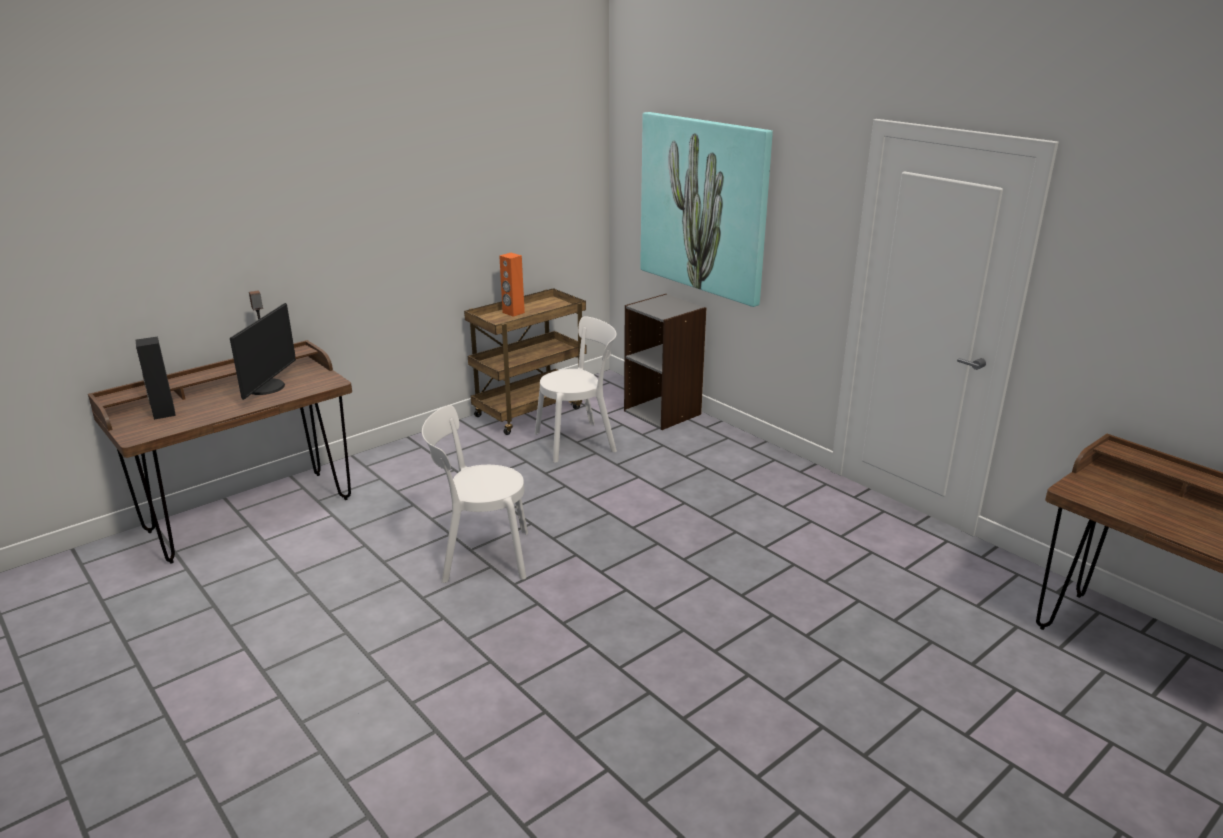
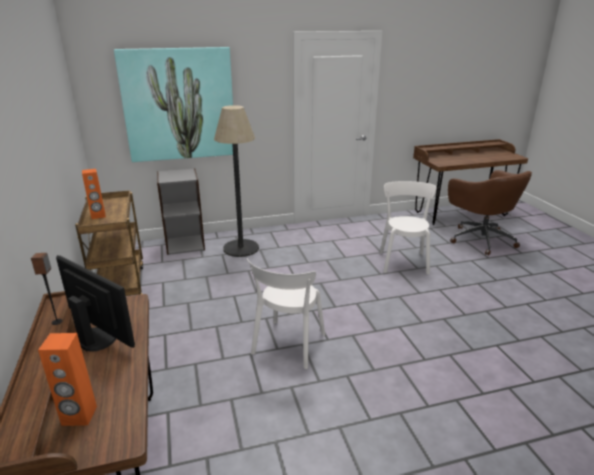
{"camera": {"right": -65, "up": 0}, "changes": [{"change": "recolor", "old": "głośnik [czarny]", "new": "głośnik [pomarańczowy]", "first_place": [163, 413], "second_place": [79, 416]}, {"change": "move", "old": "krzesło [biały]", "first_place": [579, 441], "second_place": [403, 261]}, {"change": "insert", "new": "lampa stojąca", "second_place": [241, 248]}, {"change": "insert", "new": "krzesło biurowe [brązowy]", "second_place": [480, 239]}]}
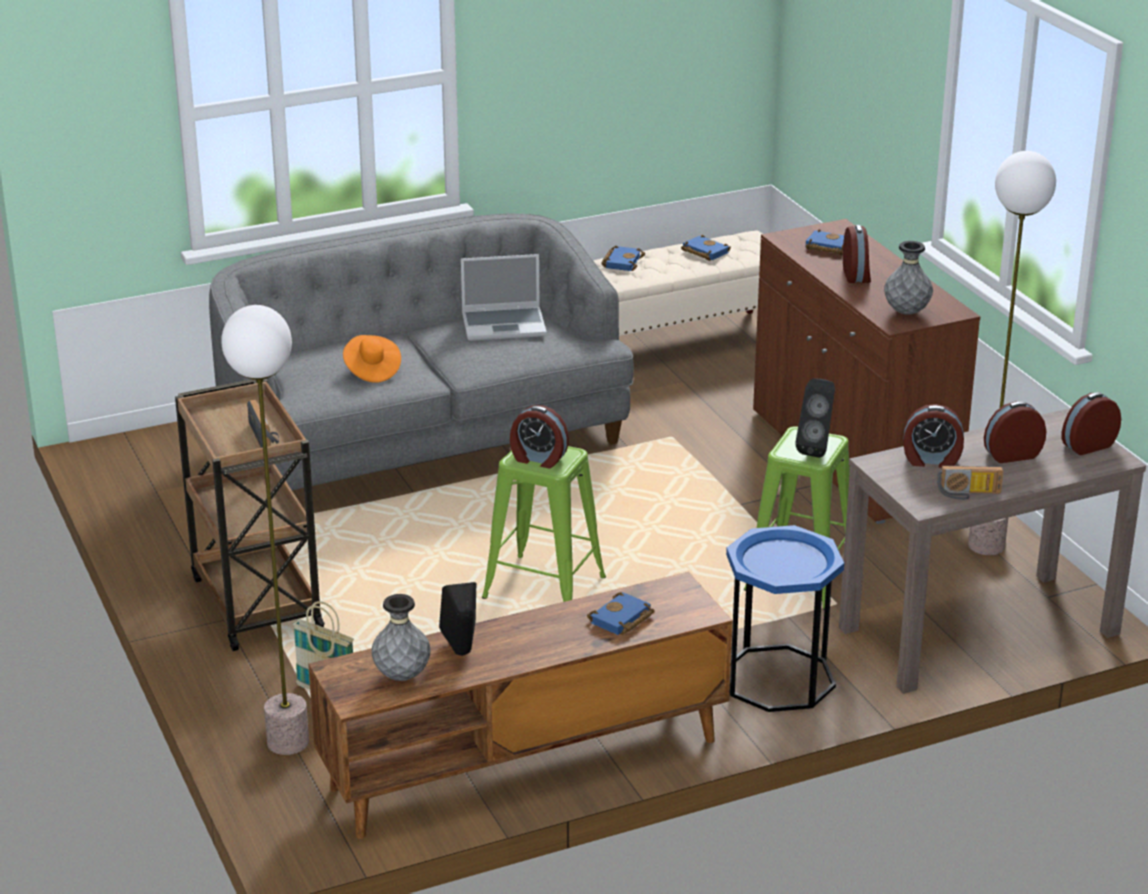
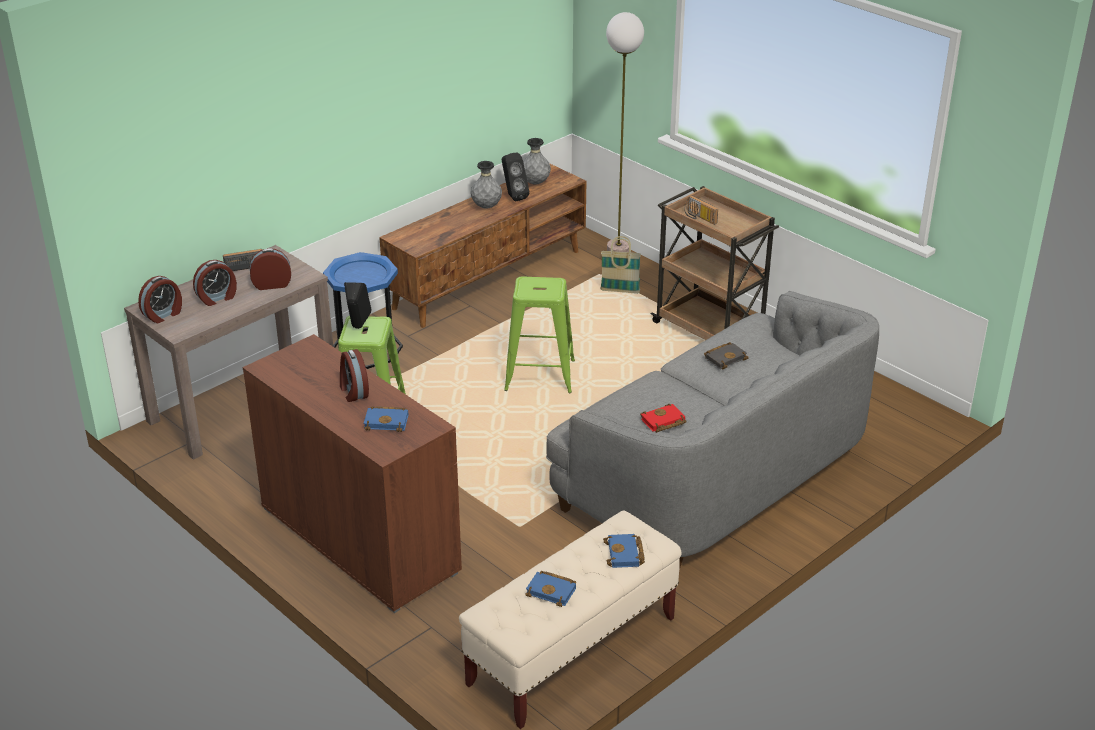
{"camera": {"right": 160, "up": 5}, "changes": [{"change": "replace", "old": "kapelusz [pomarańczowy]", "new": "książka [czarny]", "first_place": [371, 370], "second_place": [725, 358]}, {"change": "replace", "old": "laptop", "new": "książka [czerwony]", "first_place": [505, 325], "second_place": [662, 422]}, {"change": "delete", "old": "budzik", "first_place": [538, 459]}, {"change": "delete", "old": "książka [niebieski]", "first_place": [621, 620]}, {"change": "move", "old": "wazon [szary]", "first_place": [906, 312], "second_place": [486, 207]}, {"change": "delete", "old": "lampa stojąca", "first_place": [985, 545]}]}
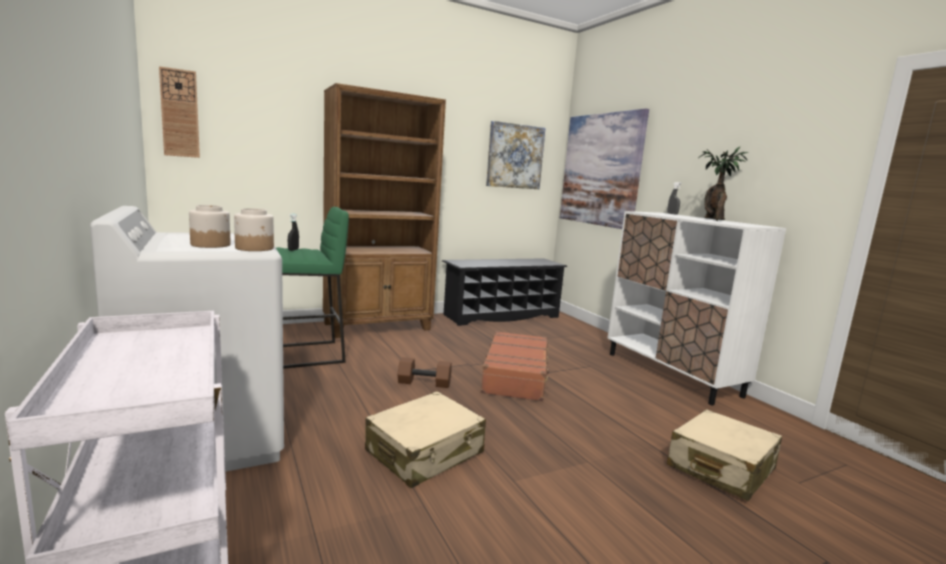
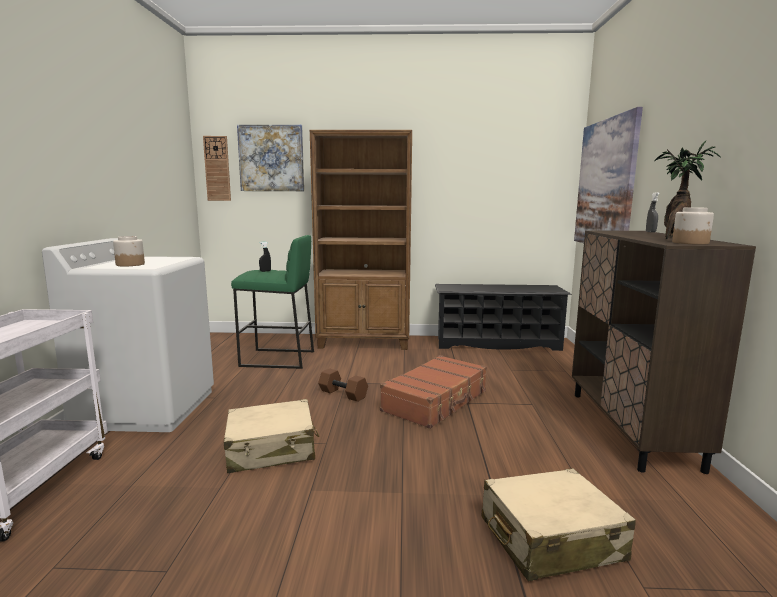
{"camera": {"right": 30, "up": 0}, "changes": [{"change": "move", "old": "słoik", "first_place": [255, 248], "second_place": [690, 243]}, {"change": "move", "old": "obraz", "first_place": [515, 156], "second_place": [271, 158]}, {"change": "recolor", "old": "szafka [biały]", "new": "szafka [brązowy]", "first_place": [671, 374], "second_place": [631, 428]}]}
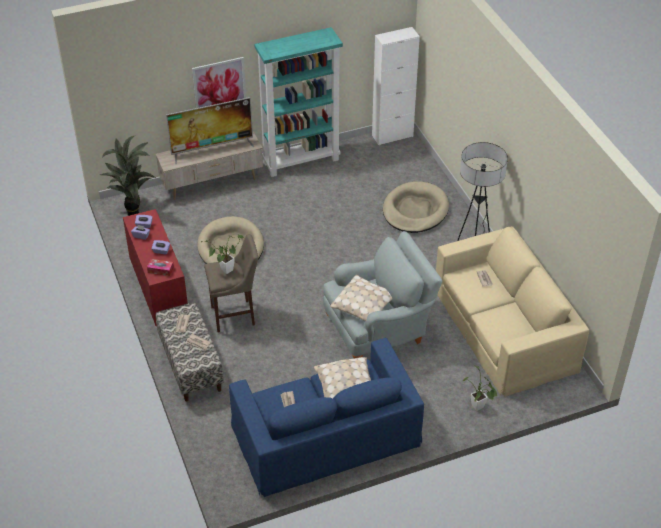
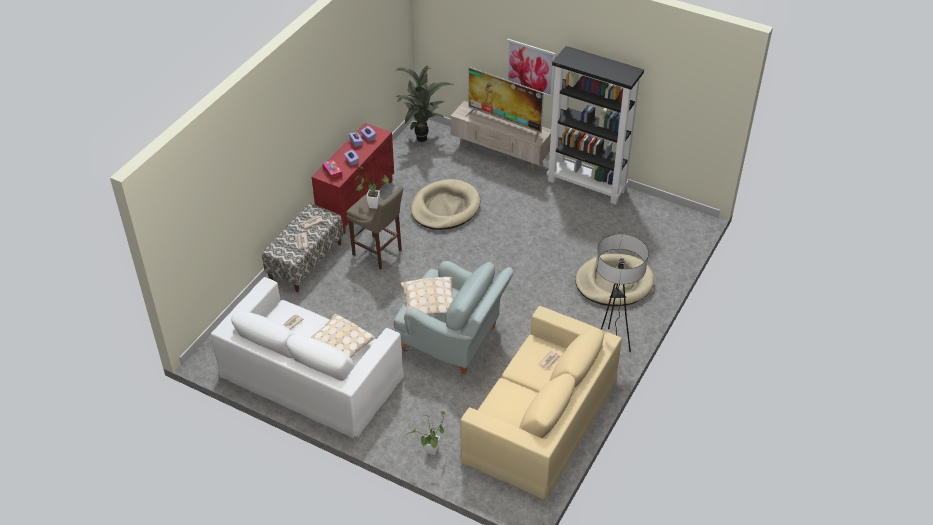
{"camera": {"right": 50, "up": 0}, "changes": [{"change": "recolor", "old": "kanapa [niebieski]", "new": "kanapa [biały]", "first_place": [325, 435], "second_place": [311, 375]}, {"change": "recolor", "old": "regał [turkusowy]", "new": "regał [czarny]", "first_place": [301, 161], "second_place": [587, 185]}, {"change": "delete", "old": "szafka [biały]", "first_place": [392, 136]}]}
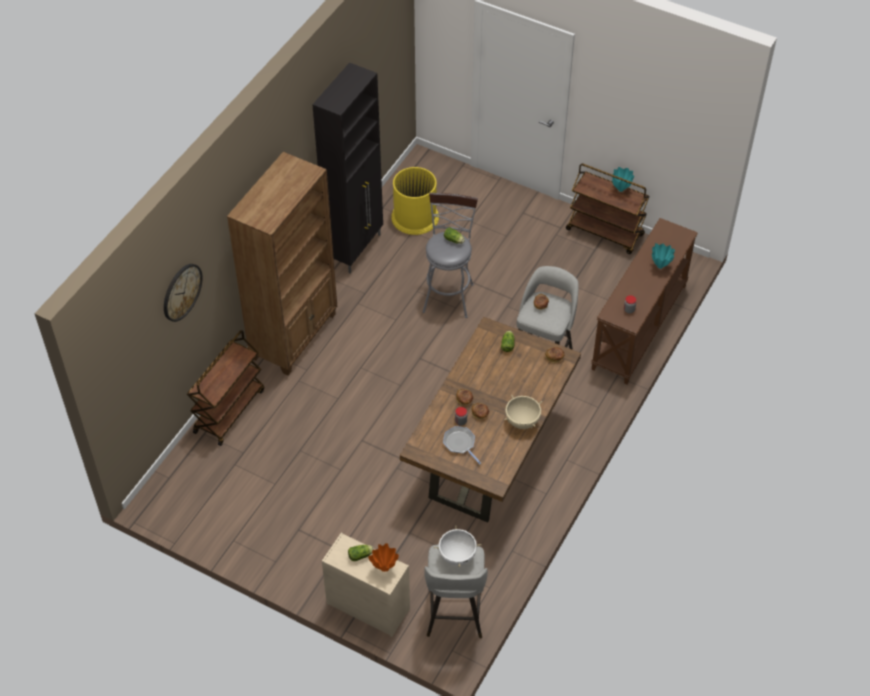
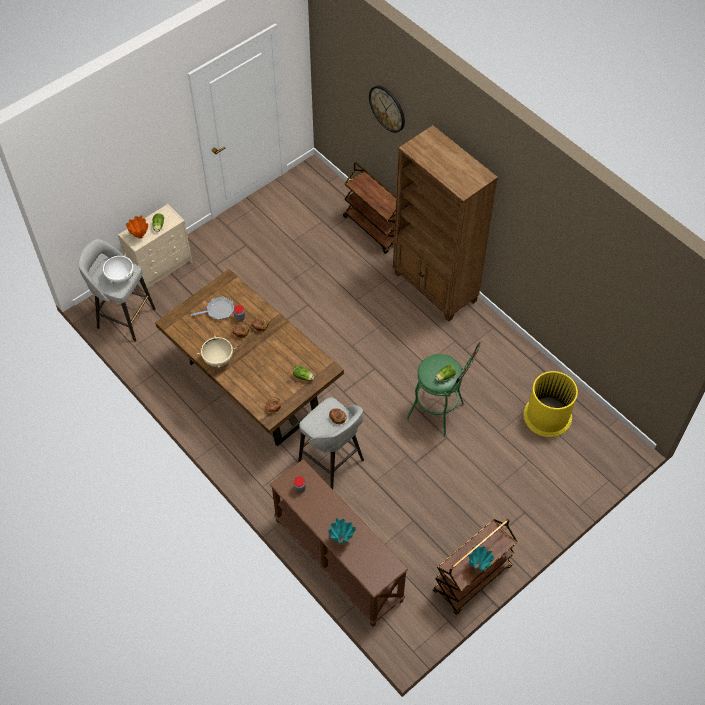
{"camera": {"right": 110, "up": 5}, "changes": [{"change": "delete", "old": "szafka [czarny]", "first_place": [355, 249]}, {"change": "recolor", "old": "stołek [szary]", "new": "stołek [zielony]", "first_place": [448, 294], "second_place": [440, 413]}]}
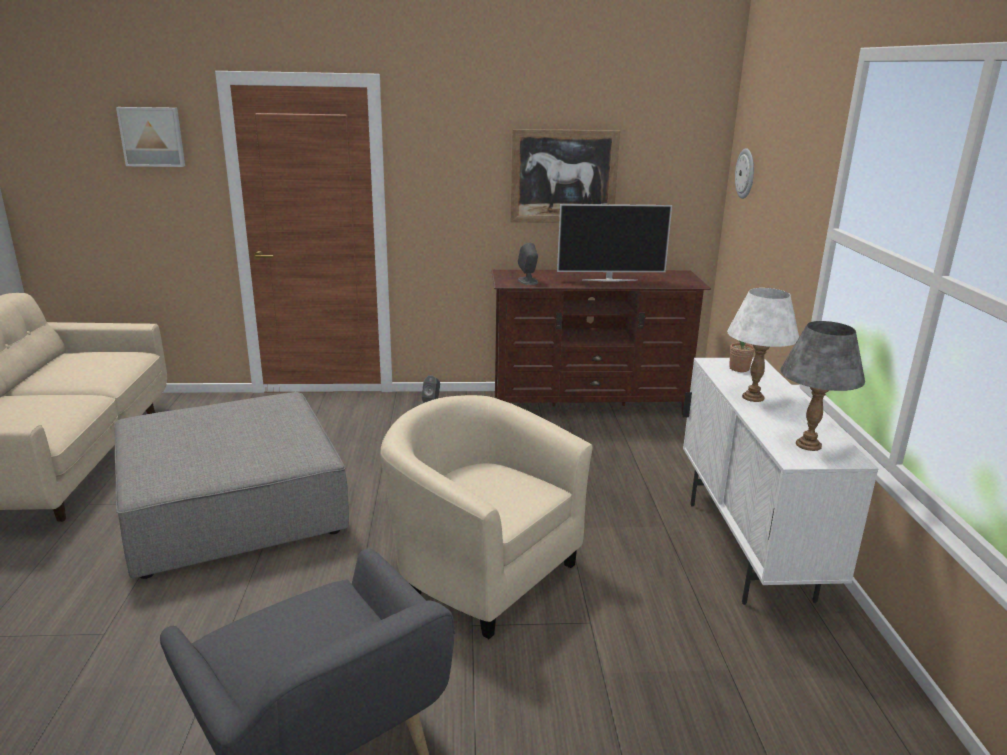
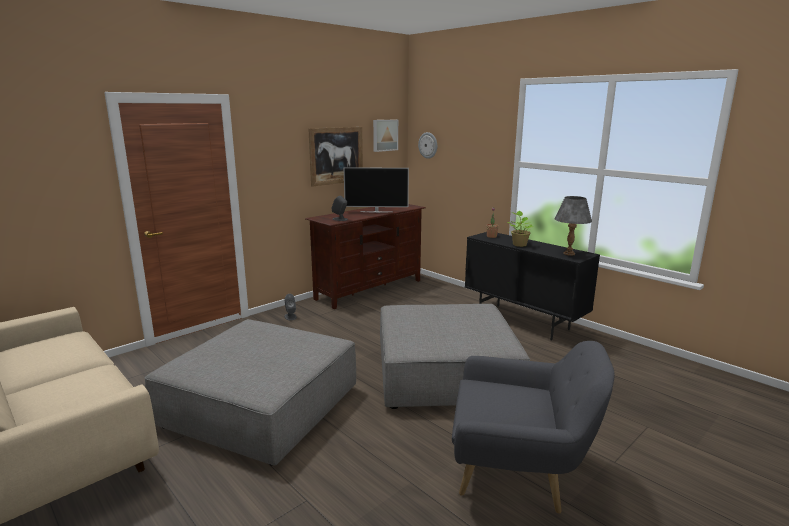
{"camera": {"right": -40, "up": -5}, "changes": [{"change": "move", "old": "obraz", "first_place": [152, 136], "second_place": [384, 135]}, {"change": "replace", "old": "fotel [beżowy]", "new": "pufa [szary]", "first_place": [480, 571], "second_place": [445, 373]}, {"change": "rotate", "old": "telewizor", "first_place": [609, 280], "second_place": [376, 212], "degrees": 45}, {"change": "recolor", "old": "szafka [biały]", "new": "szafka [czarny]", "first_place": [747, 549], "second_place": [523, 322]}, {"change": "replace", "old": "lampa stołowa [biały]", "new": "roślina doniczkowa", "first_place": [752, 397], "second_place": [519, 244]}]}
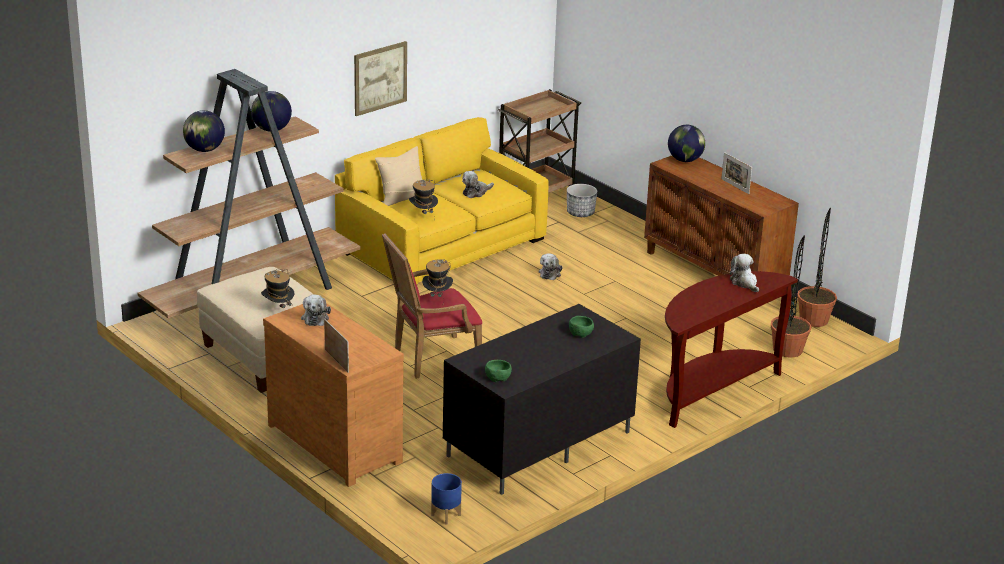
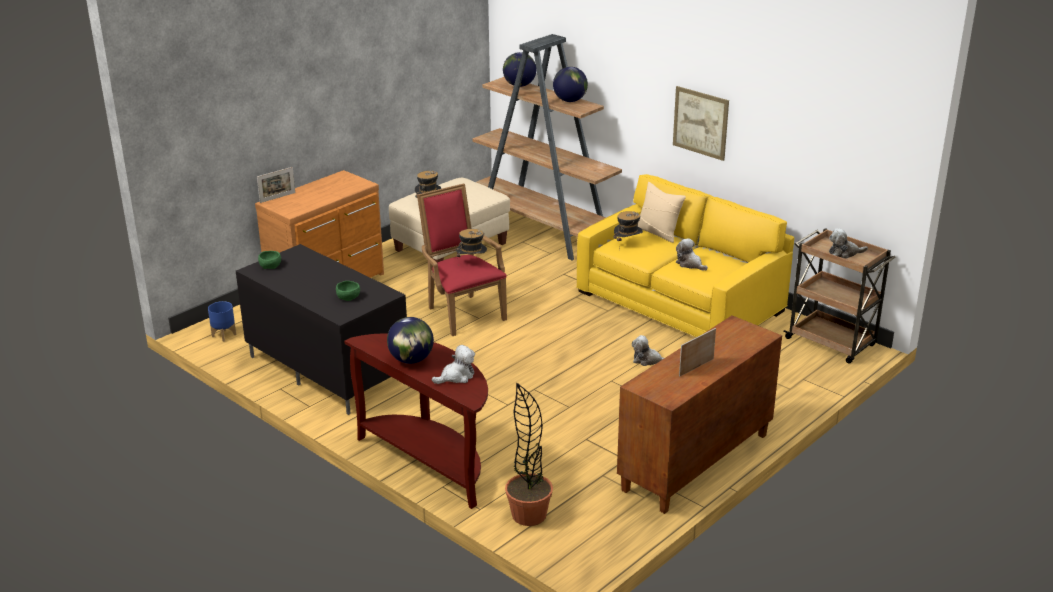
{"camera": {"right": 85, "up": 0}, "changes": [{"change": "move", "old": "pluszak", "first_place": [315, 317], "second_place": [844, 253]}, {"change": "delete", "old": "donica", "first_place": [580, 213]}, {"change": "move", "old": "globus", "first_place": [685, 160], "second_place": [411, 360]}, {"change": "delete", "old": "roślina doniczkowa", "first_place": [813, 320]}]}
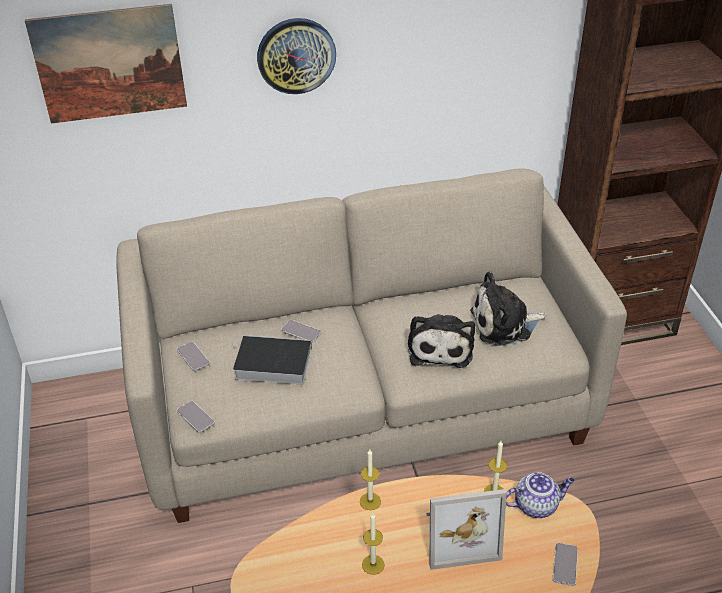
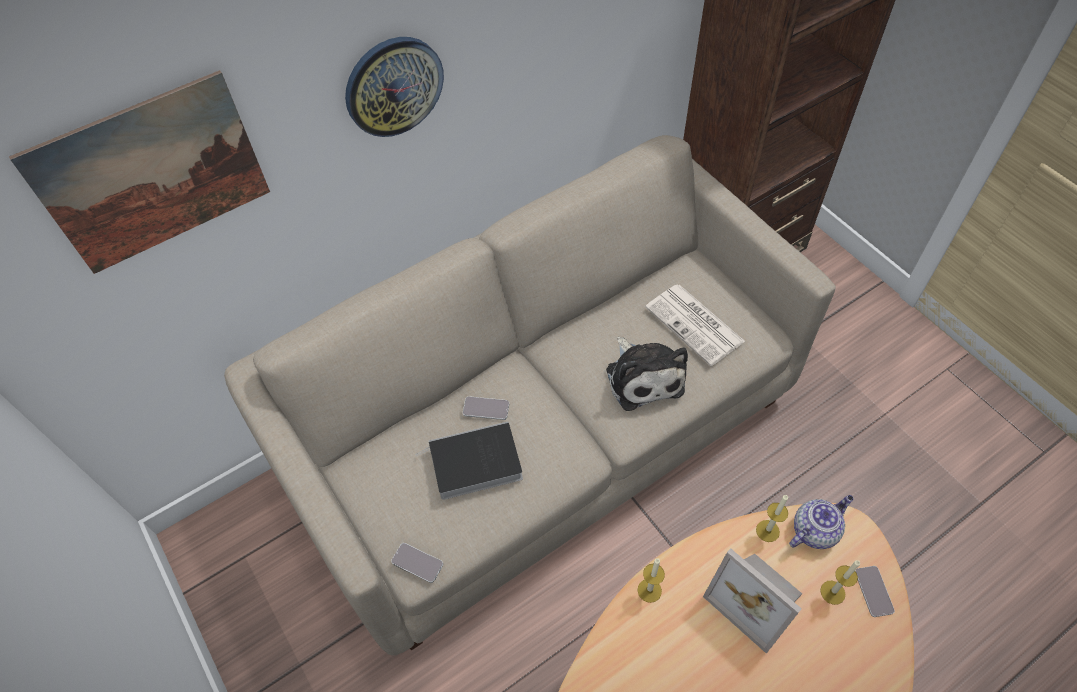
{"camera": {"right": -20, "up": 15}, "changes": [{"change": "delete", "old": "telefon", "first_place": [193, 357]}, {"change": "move", "old": "świeca", "first_place": [373, 564], "second_place": [832, 592]}, {"change": "rotate", "old": "ramka na zdjęcie", "first_place": [458, 535], "second_place": [757, 597], "degrees": 75}, {"change": "replace", "old": "pluszak", "new": "gazeta", "first_place": [504, 324], "second_place": [696, 325]}]}
